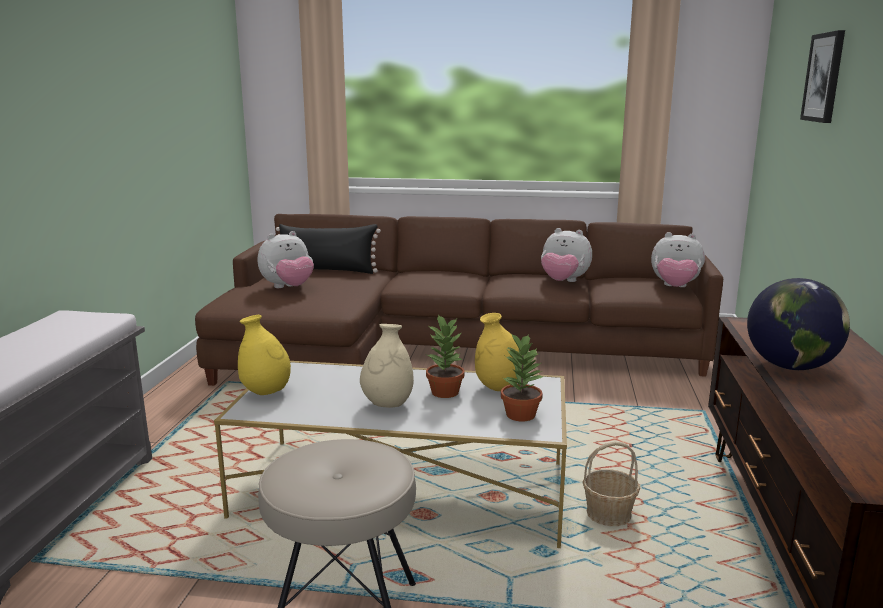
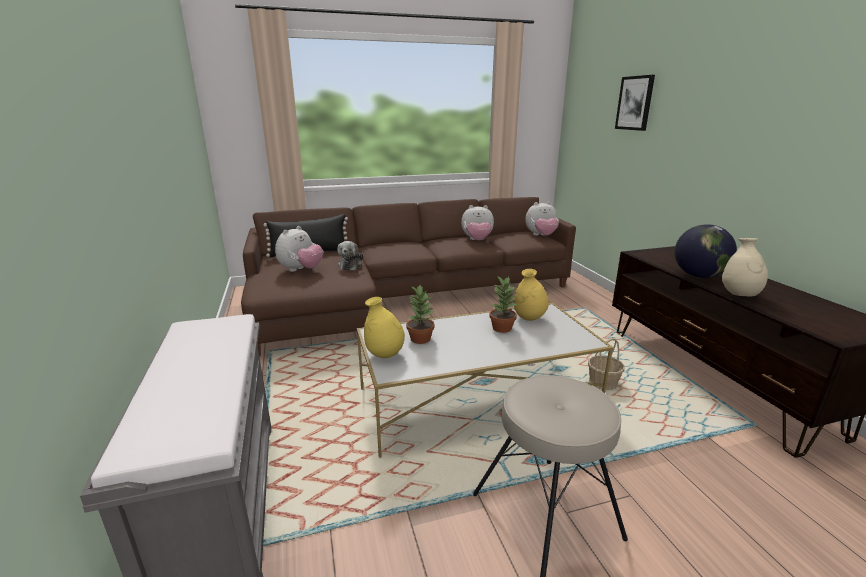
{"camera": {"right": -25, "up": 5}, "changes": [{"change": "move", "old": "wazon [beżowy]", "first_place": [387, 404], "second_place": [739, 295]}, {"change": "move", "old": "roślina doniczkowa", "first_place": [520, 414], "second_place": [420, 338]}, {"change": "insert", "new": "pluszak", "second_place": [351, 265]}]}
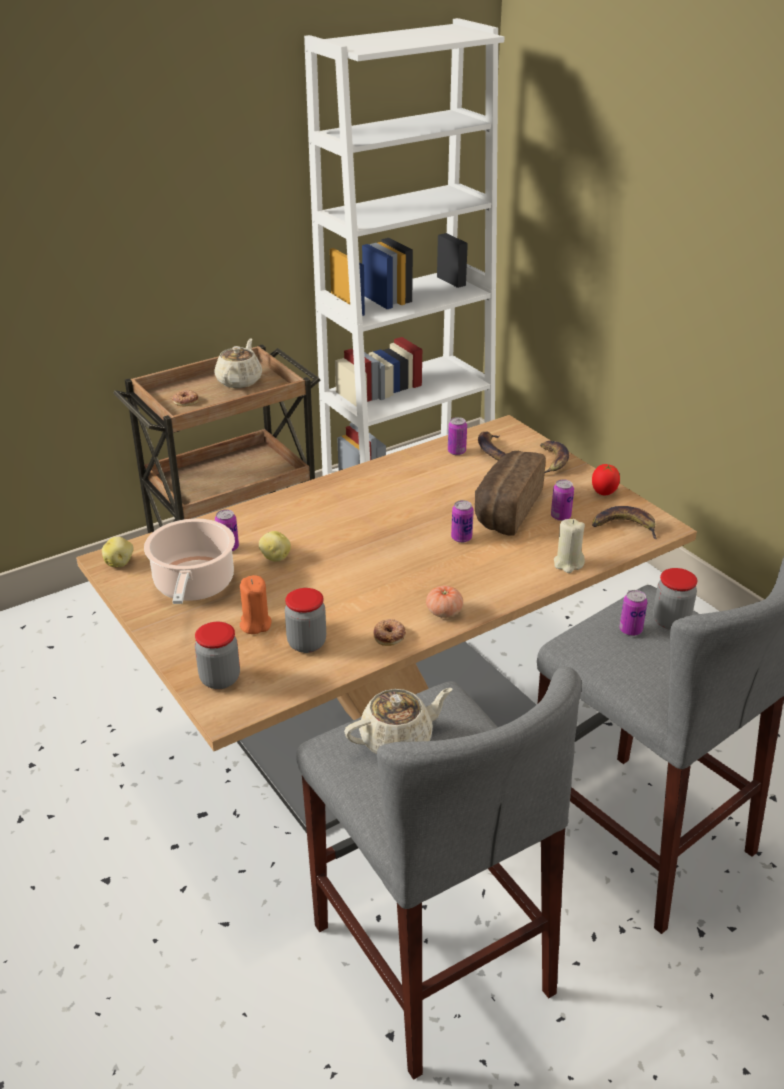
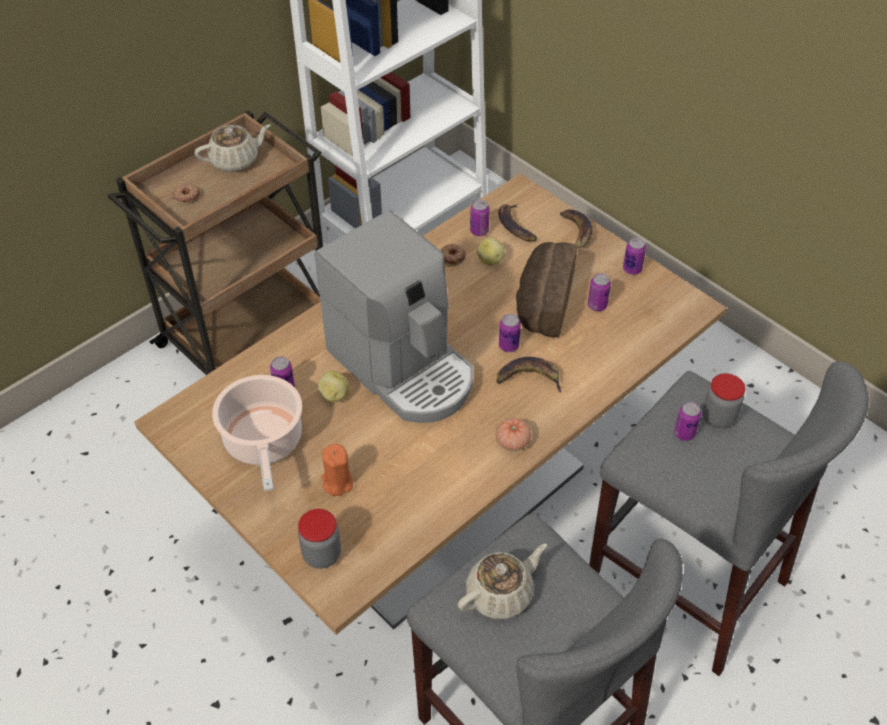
{"camera": {"right": -10, "up": 15}, "changes": [{"change": "move", "old": "ziemniak", "first_place": [119, 563], "second_place": [490, 260]}, {"change": "rotate", "old": "imbryk [beżowy]", "first_place": [240, 380], "second_place": [235, 160], "degrees": 60}, {"change": "delete", "old": "słoik", "first_place": [306, 643]}, {"change": "move", "old": "donut", "first_place": [389, 635], "second_place": [452, 257]}, {"change": "delete", "old": "świeca [beżowy]", "first_place": [568, 563]}, {"change": "replace", "old": "pomidor", "new": "puszka", "first_place": [604, 493], "second_place": [632, 269]}, {"change": "move", "old": "banan", "first_place": [625, 526], "second_place": [529, 378]}, {"change": "insert", "new": "ekspres do kawy", "second_place": [404, 367]}]}
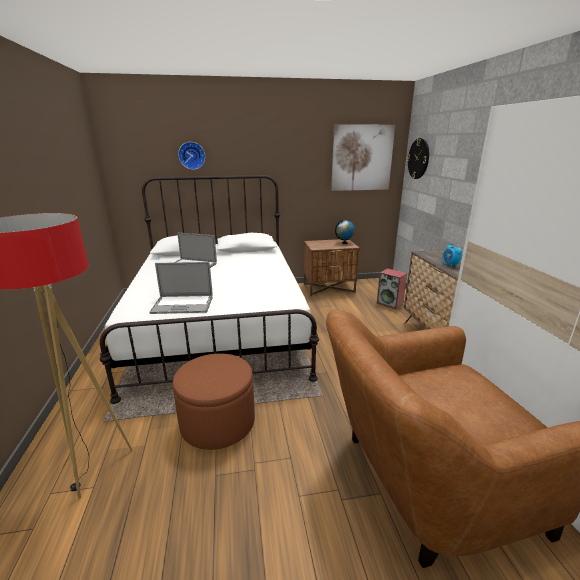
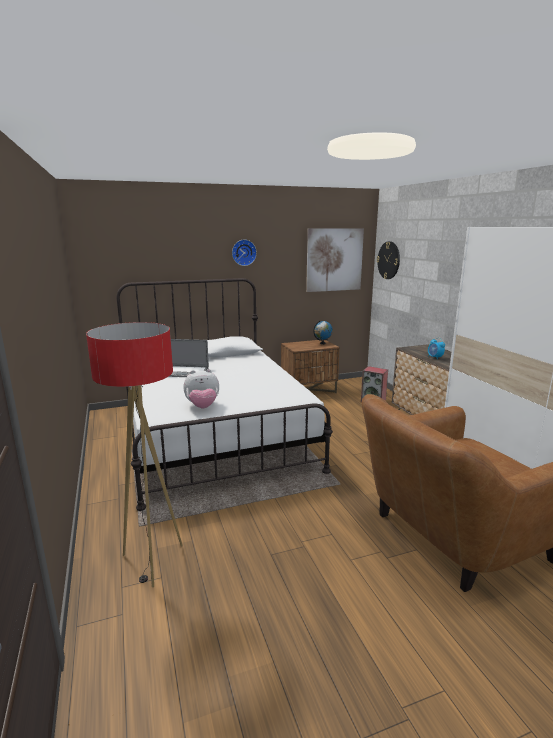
{"camera": {"right": -10, "up": -5}, "changes": [{"change": "replace", "old": "laptop", "new": "pluszak", "first_place": [182, 305], "second_place": [202, 407]}, {"change": "delete", "old": "pufa [brązowy]", "first_place": [218, 422]}, {"change": "move", "old": "zegar ścienny", "first_place": [192, 155], "second_place": [243, 252]}]}
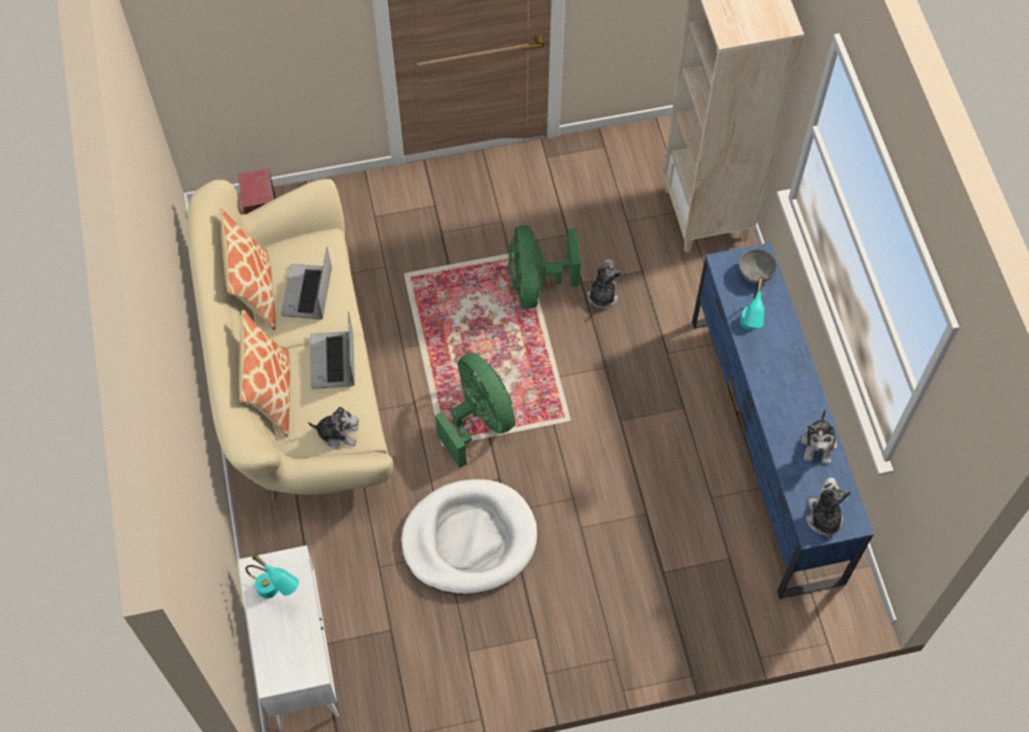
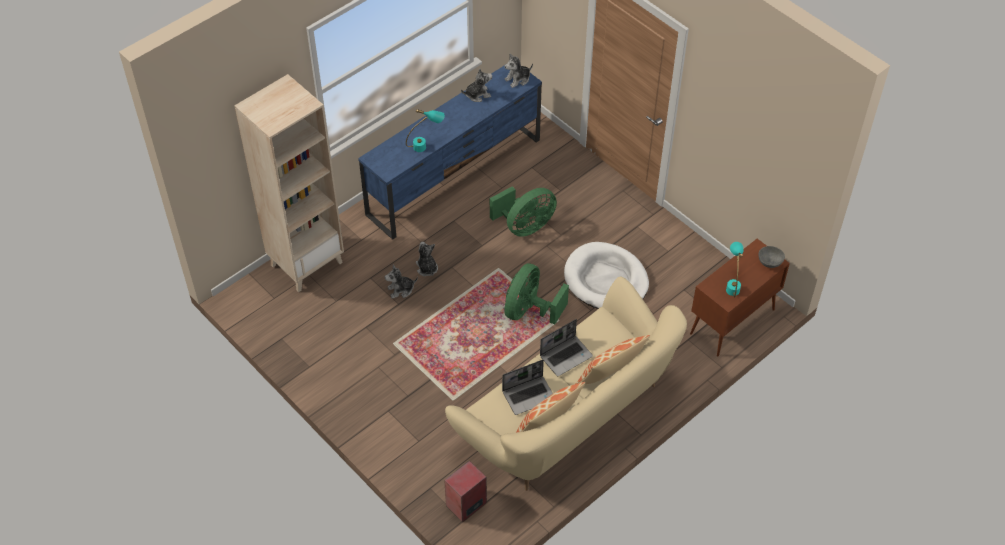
{"camera": {"right": -120, "up": -10}, "changes": [{"change": "recolor", "old": "szafka [biały]", "new": "szafka [brązowy]", "first_place": [298, 657], "second_place": [732, 322]}, {"change": "move", "old": "pluszak", "first_place": [338, 433], "second_place": [427, 268]}, {"change": "move", "old": "wentylator [zielony]", "first_place": [536, 285], "second_place": [525, 226]}, {"change": "move", "old": "miska [szary]", "first_place": [754, 273], "second_place": [770, 263]}]}
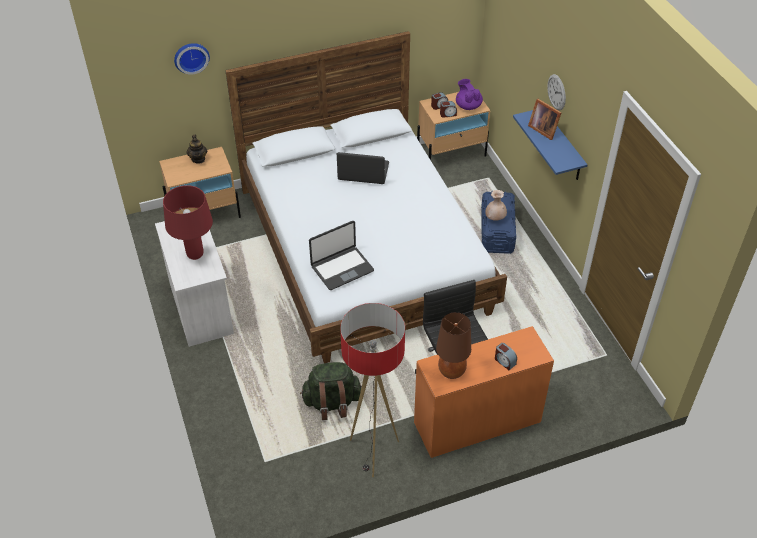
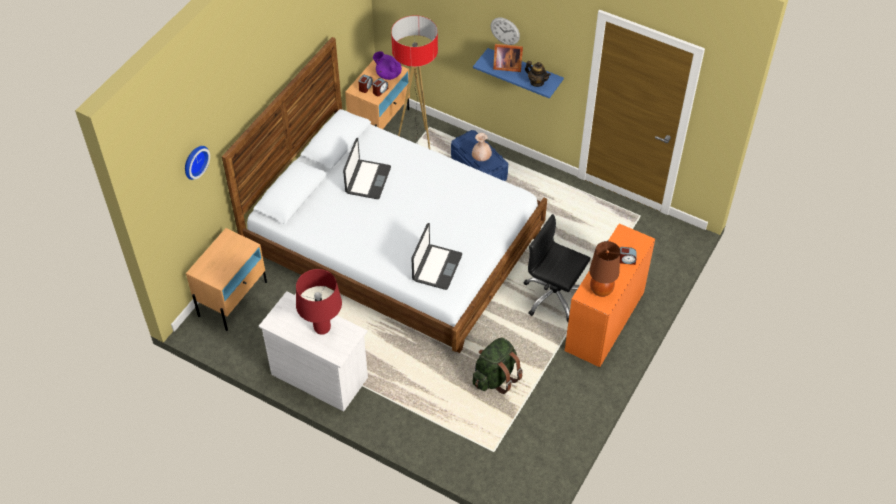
{"camera": {"right": -40, "up": 5}, "changes": [{"change": "move", "old": "imbryk", "first_place": [198, 159], "second_place": [537, 82]}, {"change": "rotate", "old": "laptop", "first_place": [363, 172], "second_place": [367, 180], "degrees": 135}, {"change": "move", "old": "lampa stojąca", "first_place": [373, 453], "second_place": [417, 144]}]}
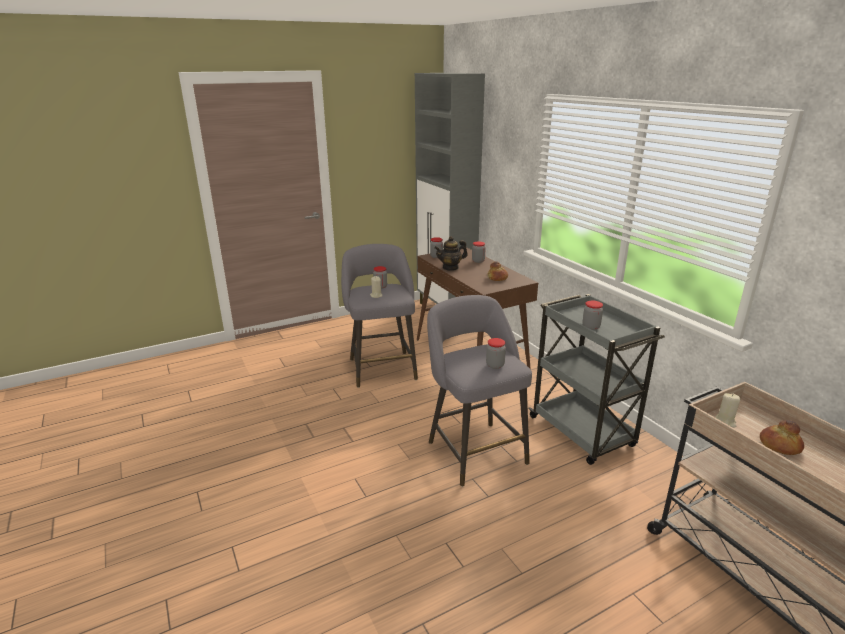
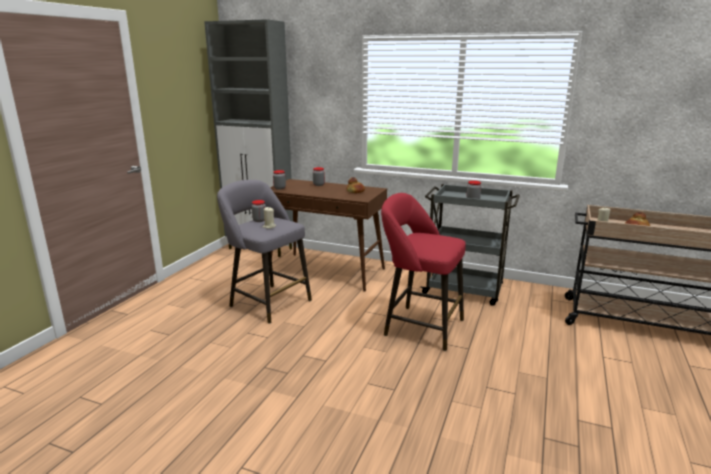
{"camera": {"right": -40, "up": -5}, "changes": [{"change": "recolor", "old": "stołek [szary]", "new": "stołek [czerwony]", "first_place": [474, 449], "second_place": [419, 326]}, {"change": "delete", "old": "imbryk", "first_place": [450, 267]}, {"change": "delete", "old": "słoik", "first_place": [495, 365]}]}
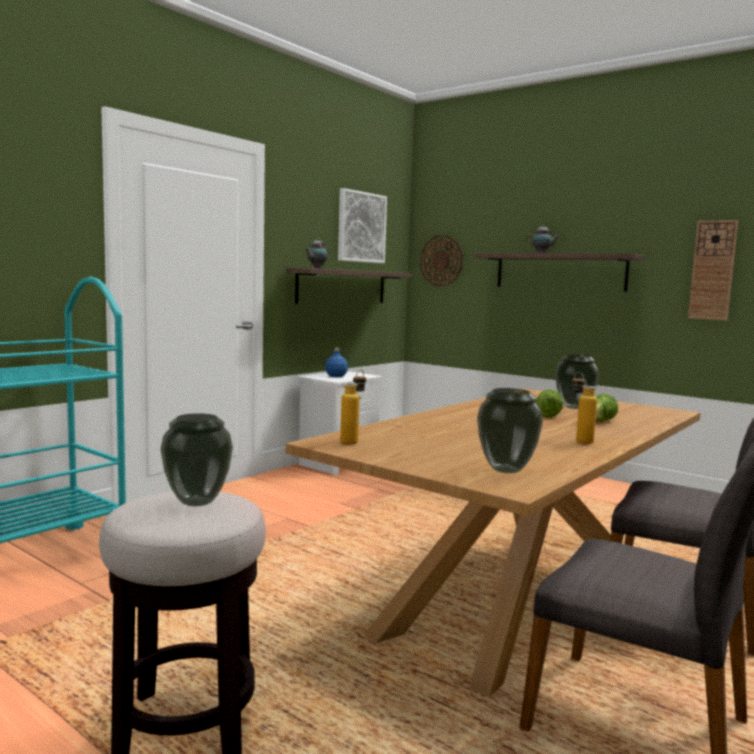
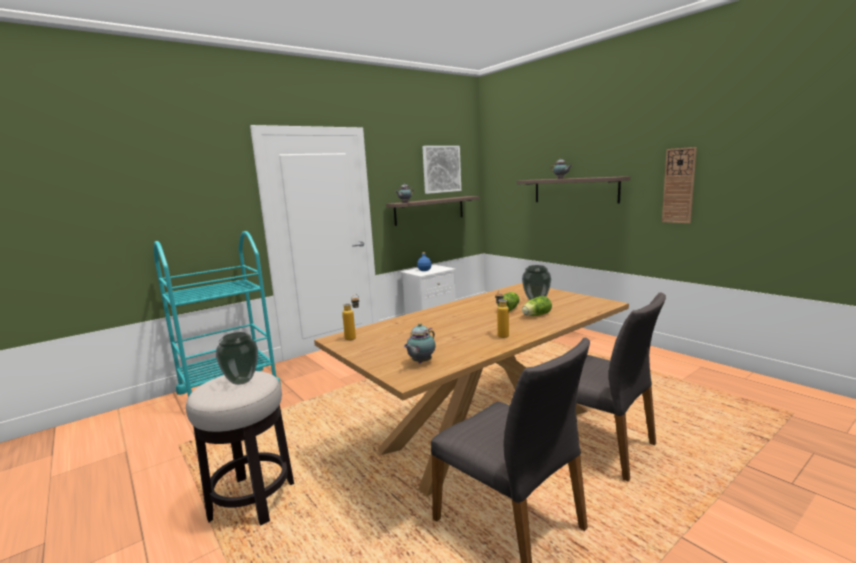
{"camera": {"right": 15, "up": 5}, "changes": [{"change": "delete", "old": "zegar ścienny", "first_place": [441, 260]}, {"change": "replace", "old": "wazon", "new": "imbryk", "first_place": [505, 469], "second_place": [420, 362]}]}
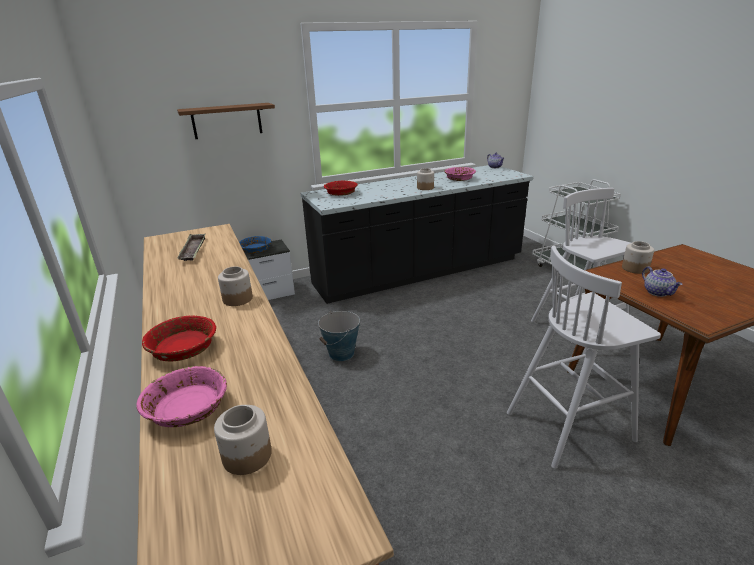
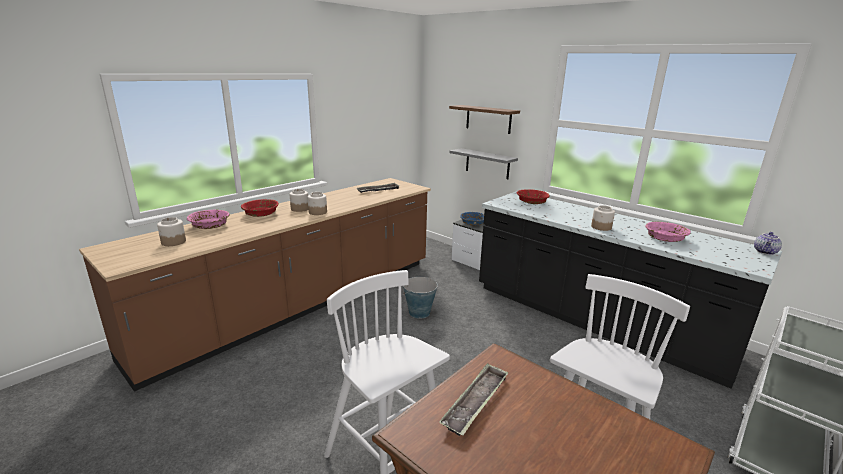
{"camera": {"right": 65, "up": -5}, "changes": [{"change": "move", "old": "słoik", "first_place": [634, 268], "second_place": [300, 209]}, {"change": "replace", "old": "imbryk", "new": "taca", "first_place": [658, 292], "second_place": [476, 402]}, {"change": "insert", "new": "półka [szary]", "second_place": [487, 163]}]}
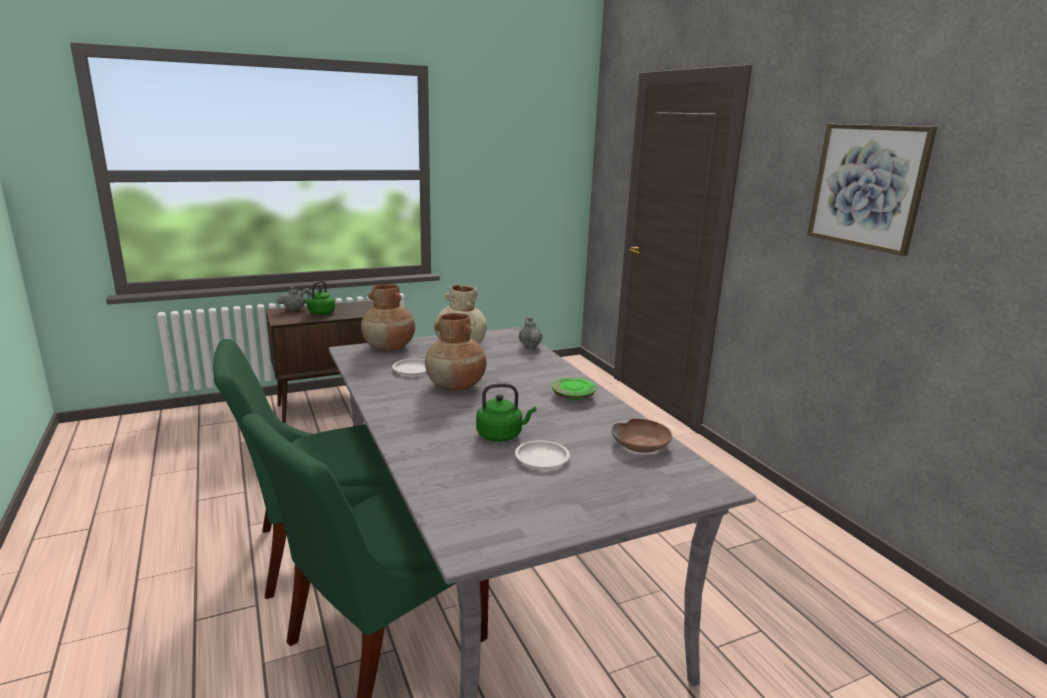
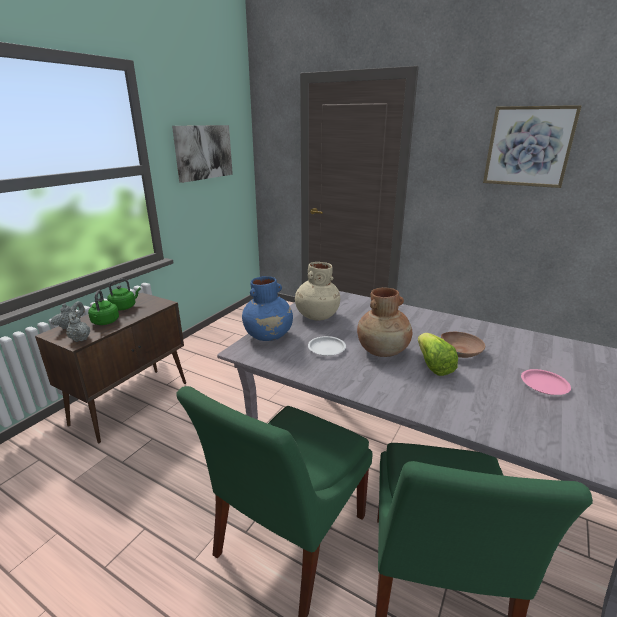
{"camera": {"right": -35, "up": 5}, "changes": [{"change": "recolor", "old": "wazon [brązowy]", "new": "wazon [niebieski]", "first_place": [389, 347], "second_place": [269, 335]}, {"change": "move", "old": "czajnik [zielony]", "first_place": [501, 435], "second_place": [124, 307]}, {"change": "recolor", "old": "talerz [biały]", "new": "talerz [różowy]", "first_place": [542, 457], "second_place": [543, 384]}, {"change": "move", "old": "imbryk [szary]", "first_place": [529, 346], "second_place": [80, 339]}, {"change": "delete", "old": "talerz [zielony]", "first_place": [573, 396]}, {"change": "move", "old": "miska [brązowy]", "first_place": [641, 444], "second_place": [460, 350]}, {"change": "insert", "new": "obraz", "second_place": [203, 152]}, {"change": "insert", "new": "sałata", "second_place": [433, 365]}]}
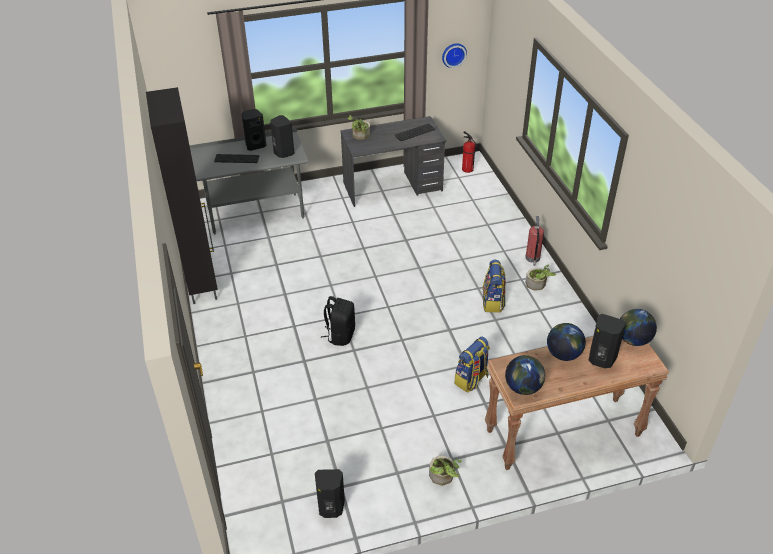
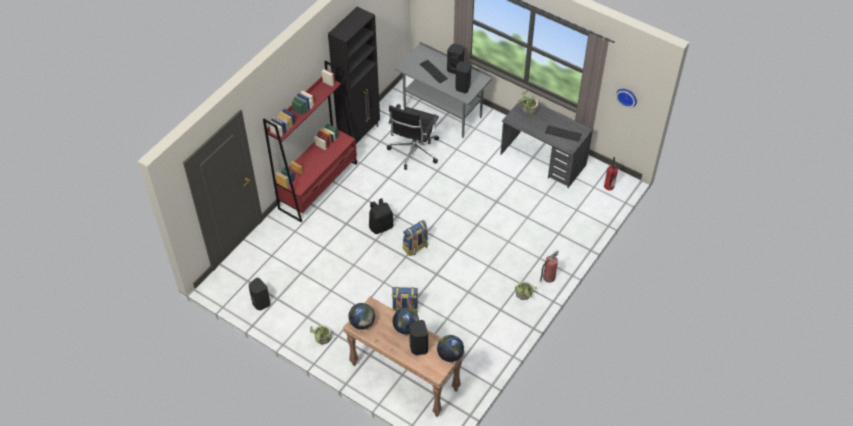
{"camera": {"right": 50, "up": 10}, "changes": [{"change": "move", "old": "plecak", "first_place": [493, 302], "second_place": [415, 247]}, {"change": "insert", "new": "regał [czerwony]", "second_place": [318, 186]}, {"change": "insert", "new": "krzesło biurowe [czarny]", "second_place": [413, 151]}]}
